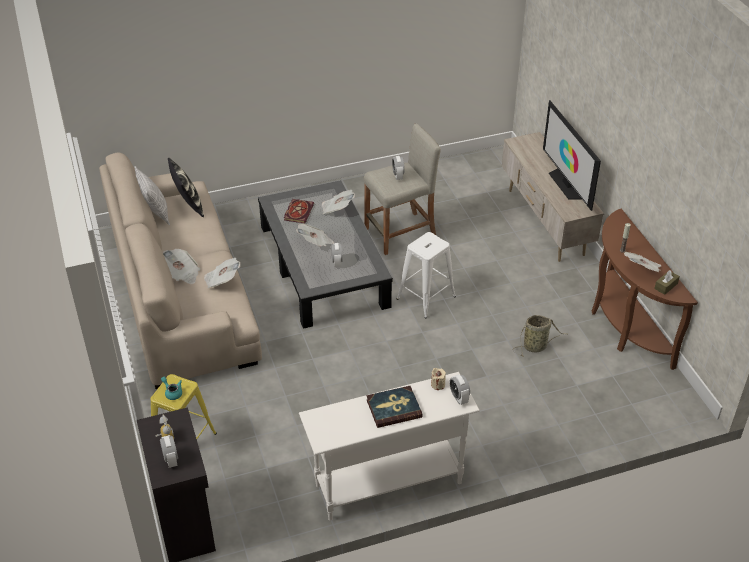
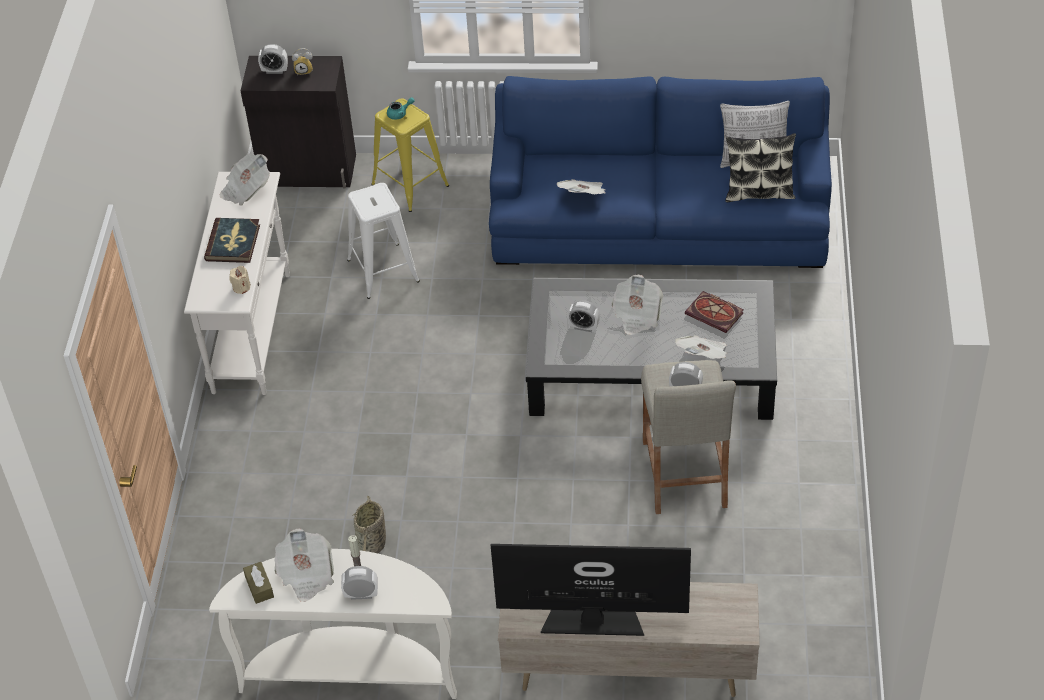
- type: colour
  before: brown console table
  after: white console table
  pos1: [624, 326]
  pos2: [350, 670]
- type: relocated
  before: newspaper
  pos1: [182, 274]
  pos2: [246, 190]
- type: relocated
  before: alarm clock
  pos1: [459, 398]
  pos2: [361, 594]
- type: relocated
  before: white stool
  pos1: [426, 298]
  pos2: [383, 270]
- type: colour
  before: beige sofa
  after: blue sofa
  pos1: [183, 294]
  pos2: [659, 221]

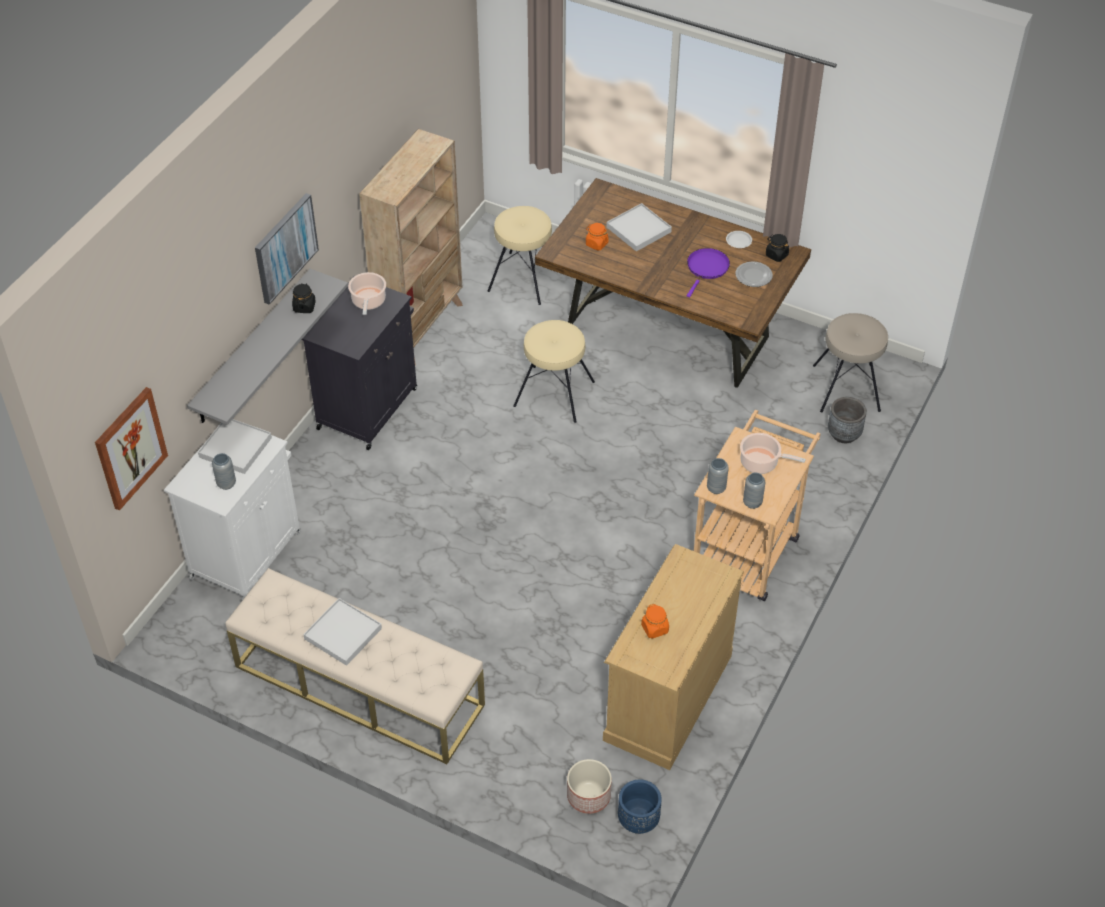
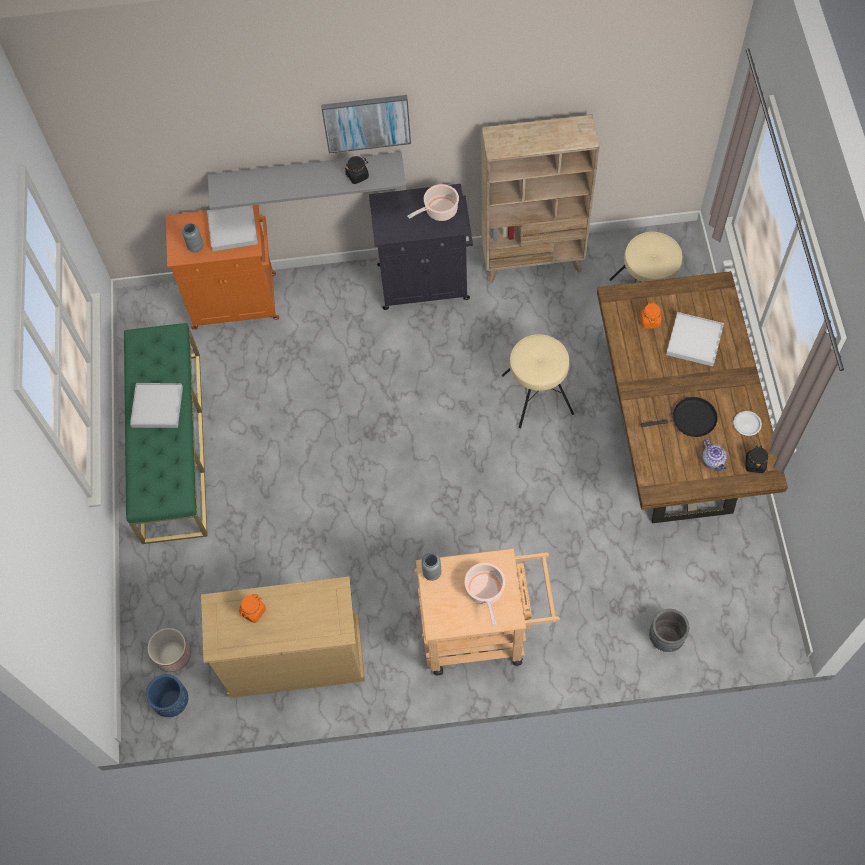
- type: colour
  before: beige bench
  after: green bench
  pos1: [358, 685]
  pos2: [171, 445]
- type: colour
  before: white cabinet
  after: orange cabinet
  pos1: [247, 553]
  pos2: [237, 301]
- type: colour
  before: purple frying pan
  after: black frying pan
  pos1: [707, 268]
  pos2: [690, 419]
- type: exchanged
  before: plate
  after: teapot
  pos1: [754, 275]
  pos2: [713, 461]
- type: missing
  before: picture
  pos1: [130, 448]
- type: missing
  before: grey vase
  pos1: [752, 503]
- type: missing
  before: beige stool
  pos1: [847, 387]

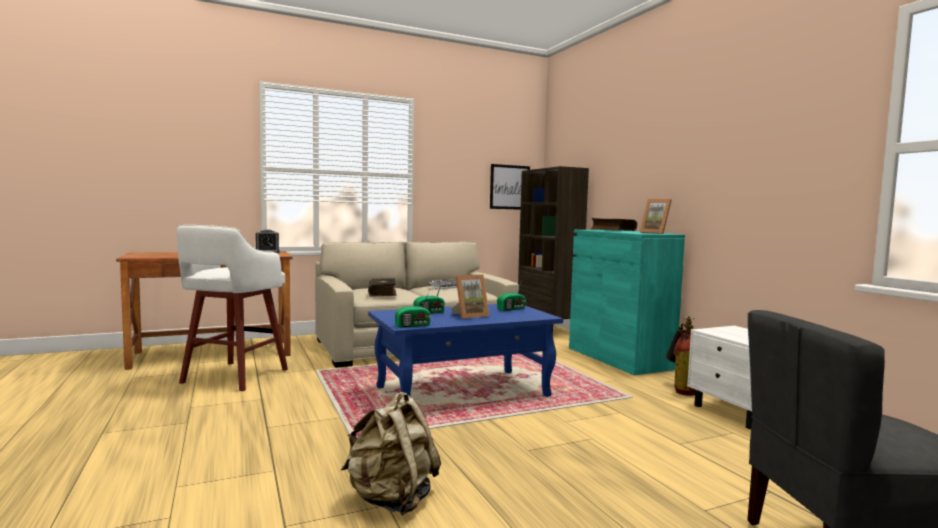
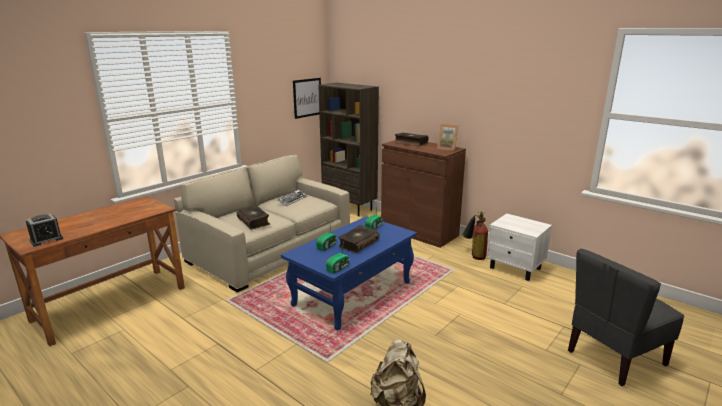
- type: relocated
  before: alarm clock
  pos1: [267, 252]
  pos2: [46, 240]
- type: exchanged
  before: picture frame
  after: book
  pos1: [469, 315]
  pos2: [358, 244]
- type: colour
  before: turquoise cabinet
  after: brown cabinet
  pos1: [619, 358]
  pos2: [419, 231]
- type: missing
  before: white stool
  pos1: [233, 377]

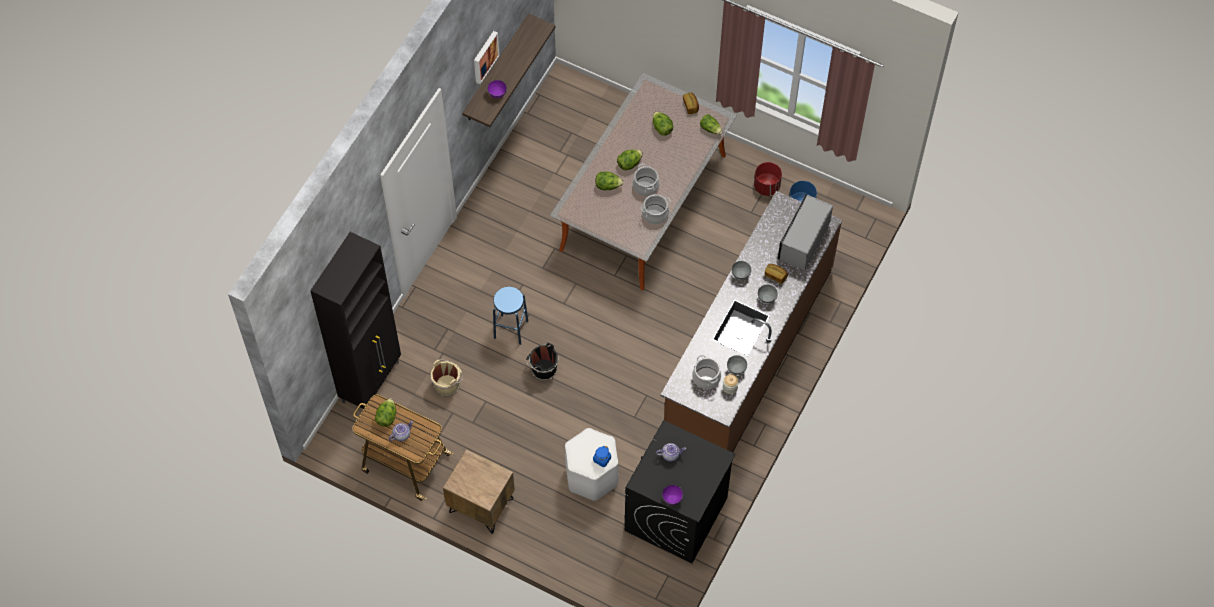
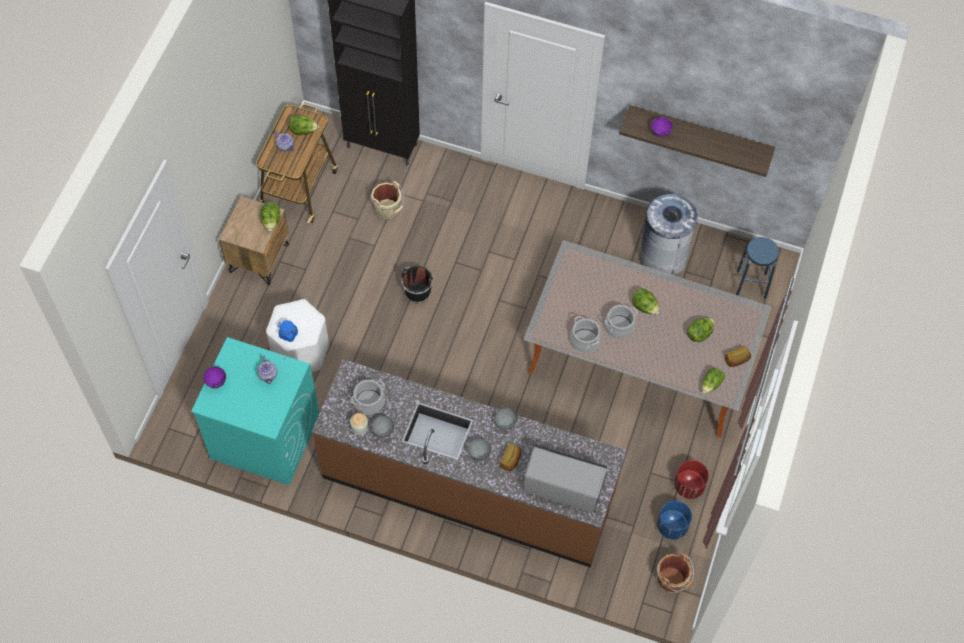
- type: colour
  before: black washing machine
  after: turquoise washing machine
  pos1: [676, 515]
  pos2: [264, 437]
- type: relocated
  before: lettuce
  pos1: [608, 186]
  pos2: [271, 222]
- type: appeared
  after: grey trash can
  pos2: [662, 257]
- type: appeared
  after: brown bucket
  pos2: [672, 580]
- type: relocated
  before: blue stool
  pos1: [511, 329]
  pos2: [751, 284]
- type: missing
  before: picture
  pos1: [484, 56]

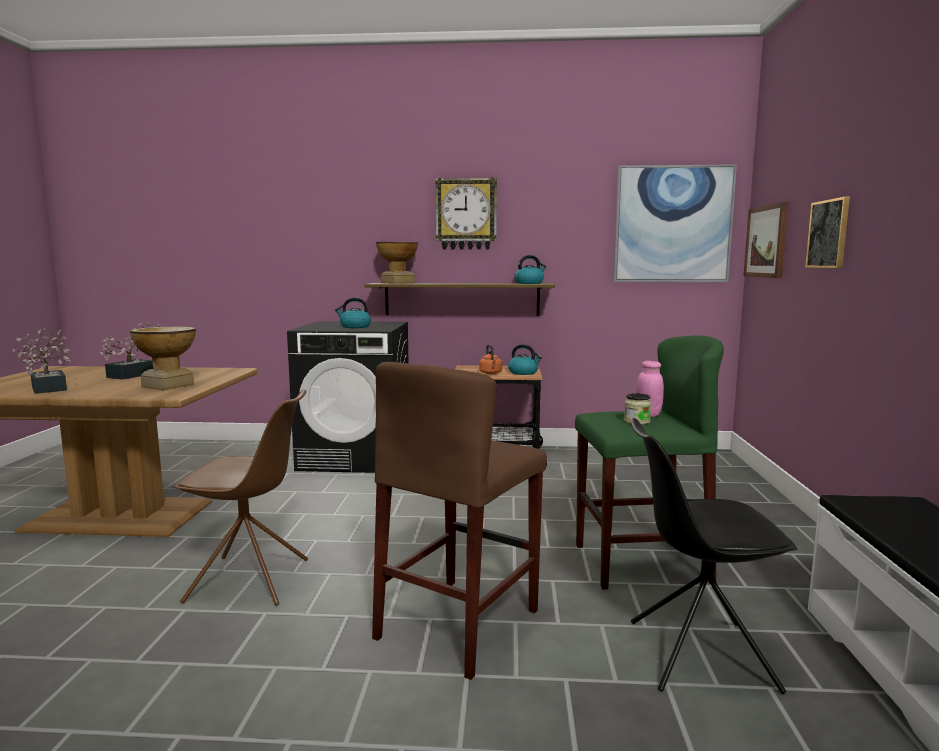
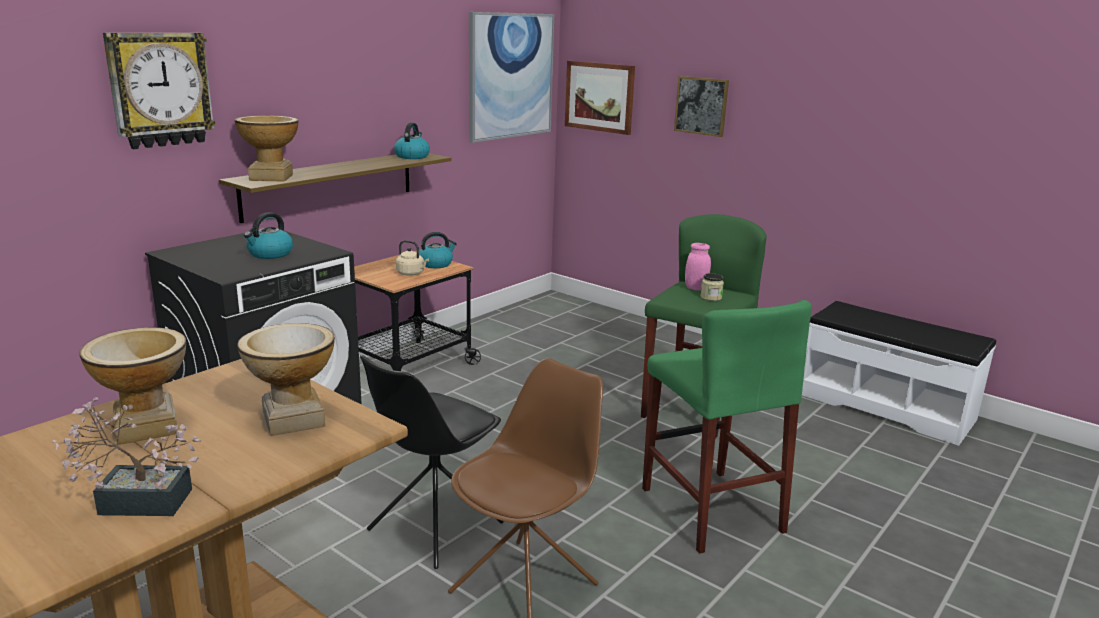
- type: exchanged
  before: potted plant
  after: vase
  pos1: [136, 374]
  pos2: [146, 427]
- type: relocated
  before: wall clock
  pos1: [466, 214]
  pos2: [160, 89]
- type: relocated
  before: black chair
  pos1: [697, 655]
  pos2: [433, 527]
- type: colour
  before: orange kettle
  after: beige kettle
  pos1: [491, 373]
  pos2: [411, 273]
- type: colour
  before: brown stool
  after: green stool
  pos1: [458, 624]
  pos2: [711, 509]

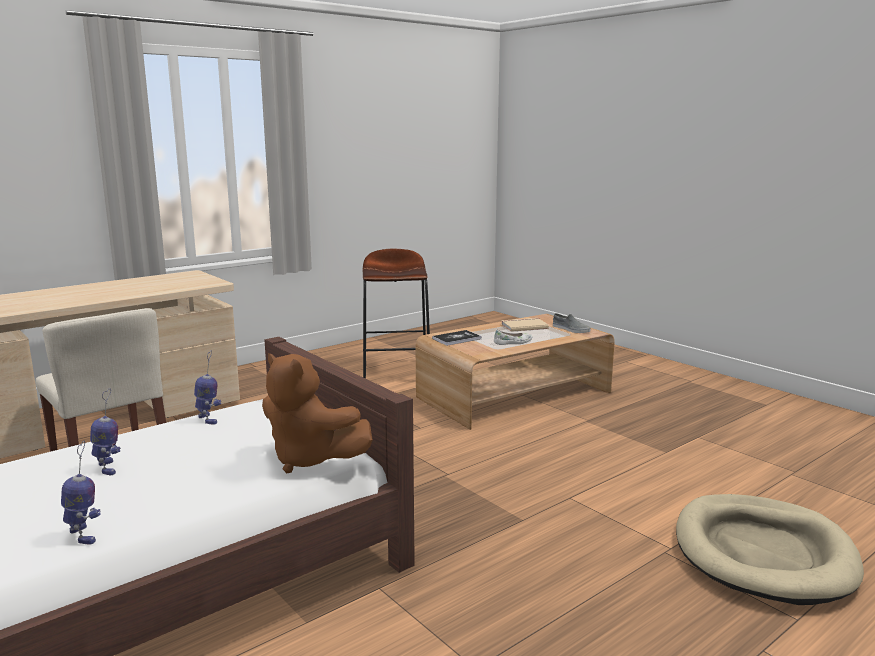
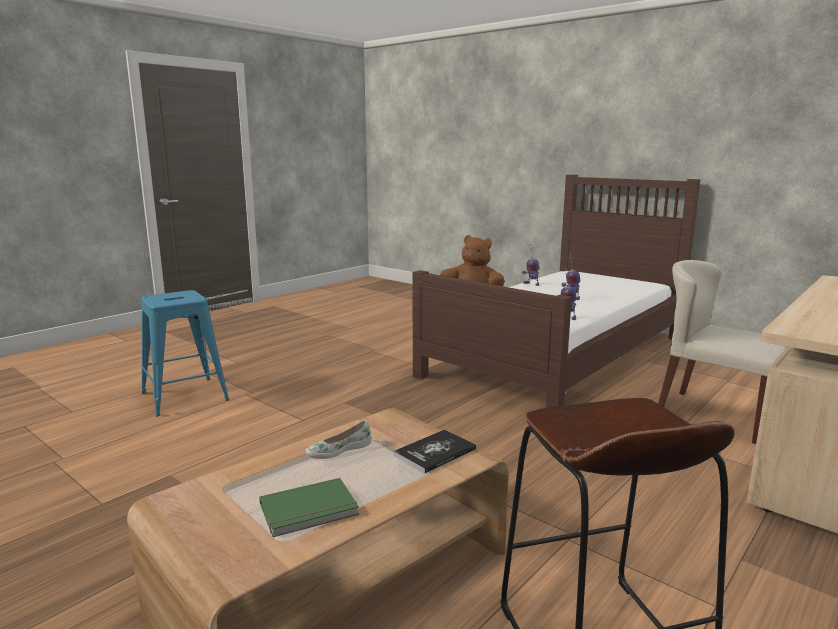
- type: exchanged
  before: beige dog bed
  after: blue stool
  pos1: [763, 553]
  pos2: [185, 396]
- type: colour
  before: beige book
  after: green book
  pos1: [523, 326]
  pos2: [310, 511]
- type: missing
  before: grey shoe
  pos1: [570, 329]

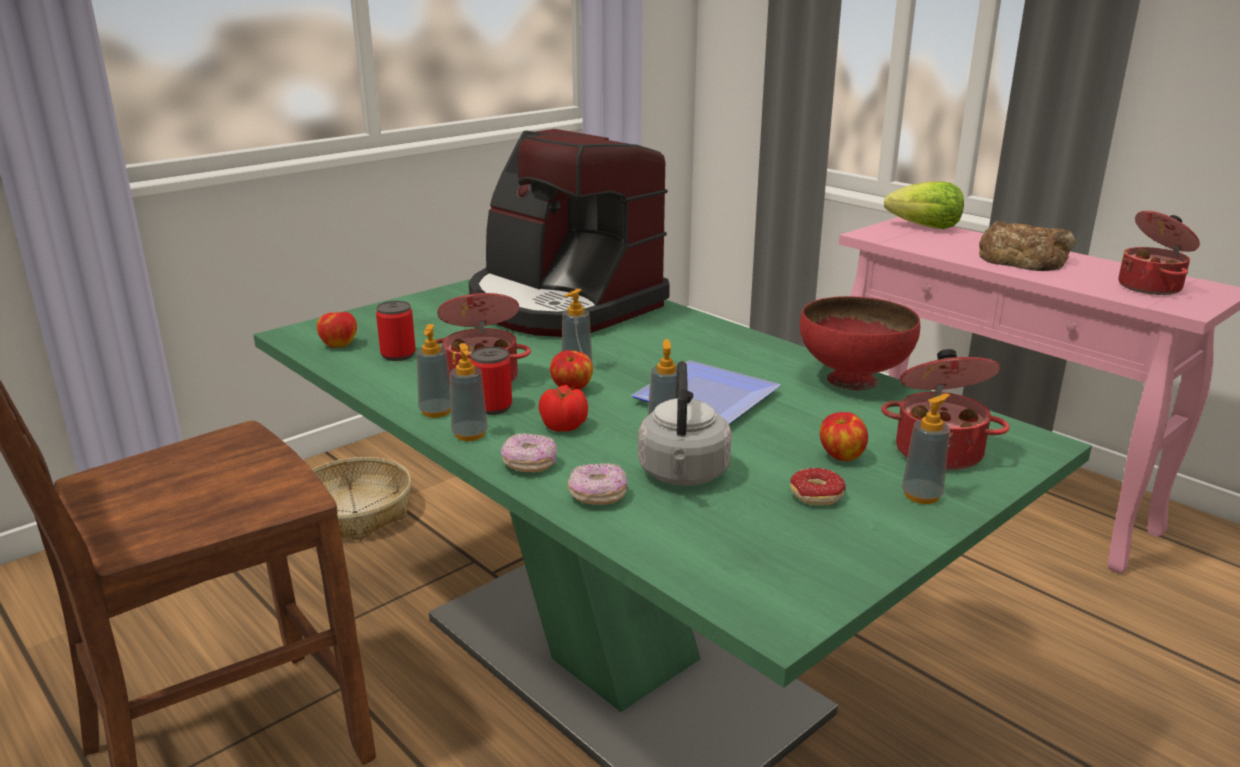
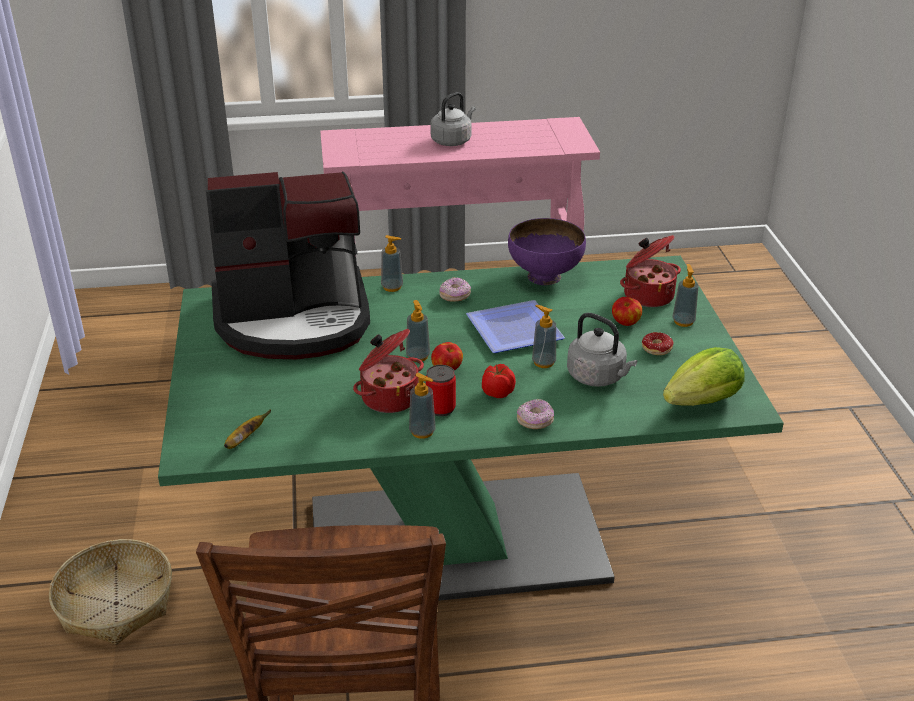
- type: exchanged
  before: apple
  after: banana
  pos1: [339, 345]
  pos2: [244, 439]
- type: relocated
  before: soap dispenser
  pos1: [470, 434]
  pos2: [392, 287]
- type: exchanged
  before: bread
  after: grey kettle
  pos1: [1023, 258]
  pos2: [452, 141]
- type: relocated
  before: donut
  pos1: [597, 496]
  pos2: [455, 296]
- type: colour
  before: red bowl
  after: purple bowl
  pos1: [853, 381]
  pos2: [545, 277]
- type: relocated
  before: lettuce
  pos1: [925, 227]
  pos2: [703, 401]
- type: missing
  before: can
  pos1: [398, 355]
- type: missing
  before: cooking pot
  pos1: [1151, 287]

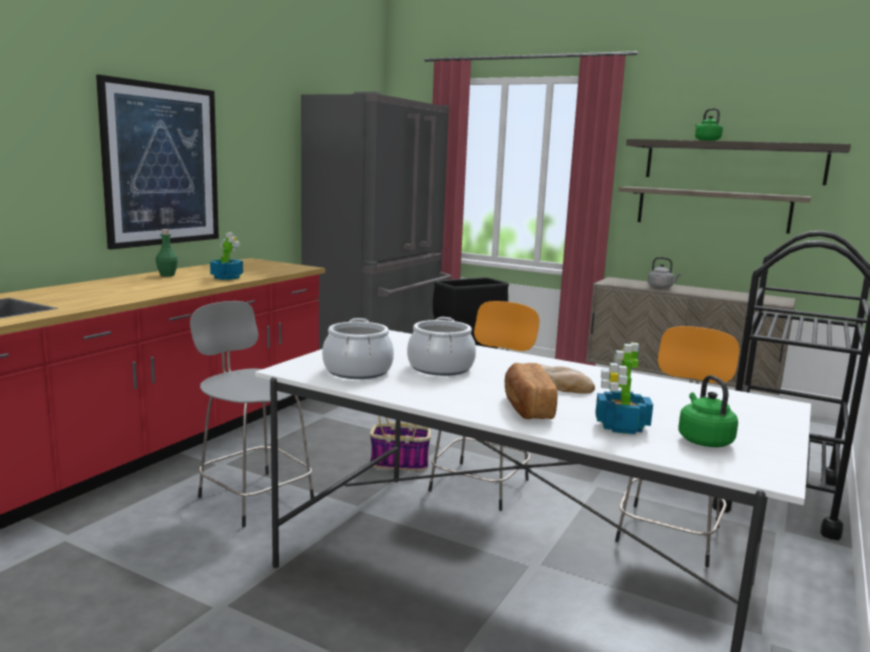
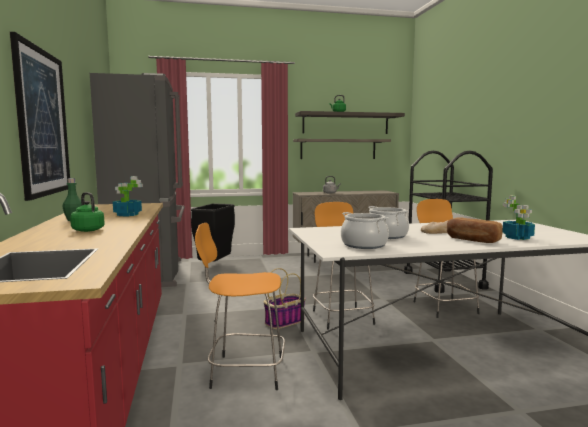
- type: relocated
  before: green kettle
  pos1: [703, 440]
  pos2: [87, 230]
- type: colour
  before: grey stool
  after: orange stool
  pos1: [254, 496]
  pos2: [244, 372]

